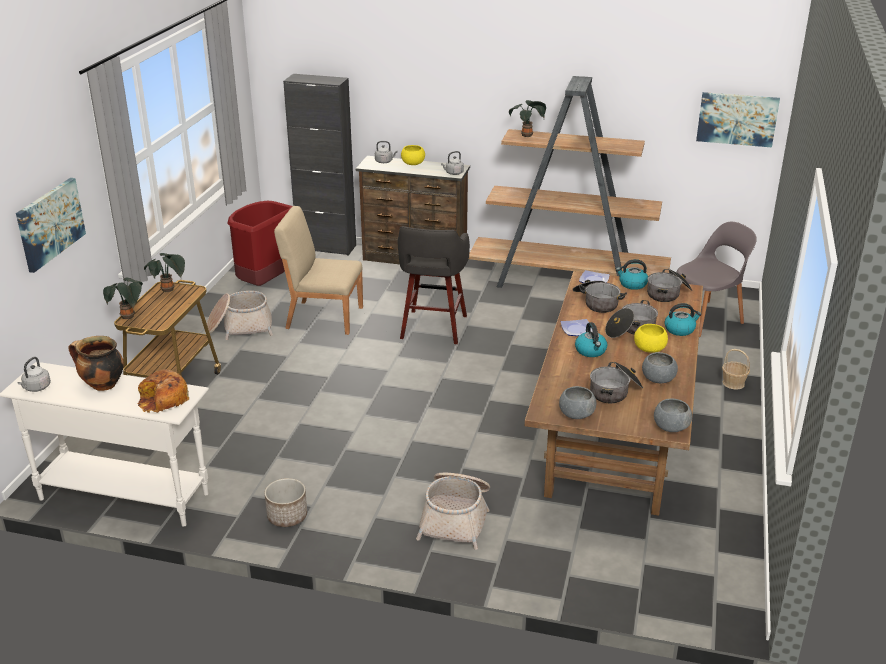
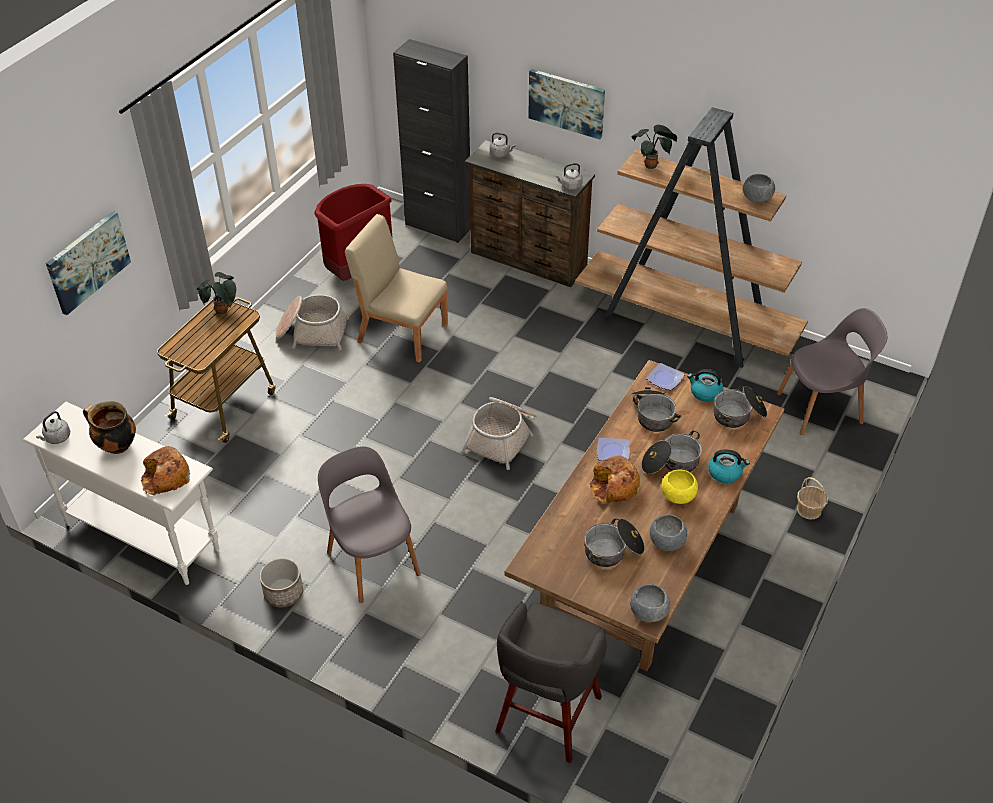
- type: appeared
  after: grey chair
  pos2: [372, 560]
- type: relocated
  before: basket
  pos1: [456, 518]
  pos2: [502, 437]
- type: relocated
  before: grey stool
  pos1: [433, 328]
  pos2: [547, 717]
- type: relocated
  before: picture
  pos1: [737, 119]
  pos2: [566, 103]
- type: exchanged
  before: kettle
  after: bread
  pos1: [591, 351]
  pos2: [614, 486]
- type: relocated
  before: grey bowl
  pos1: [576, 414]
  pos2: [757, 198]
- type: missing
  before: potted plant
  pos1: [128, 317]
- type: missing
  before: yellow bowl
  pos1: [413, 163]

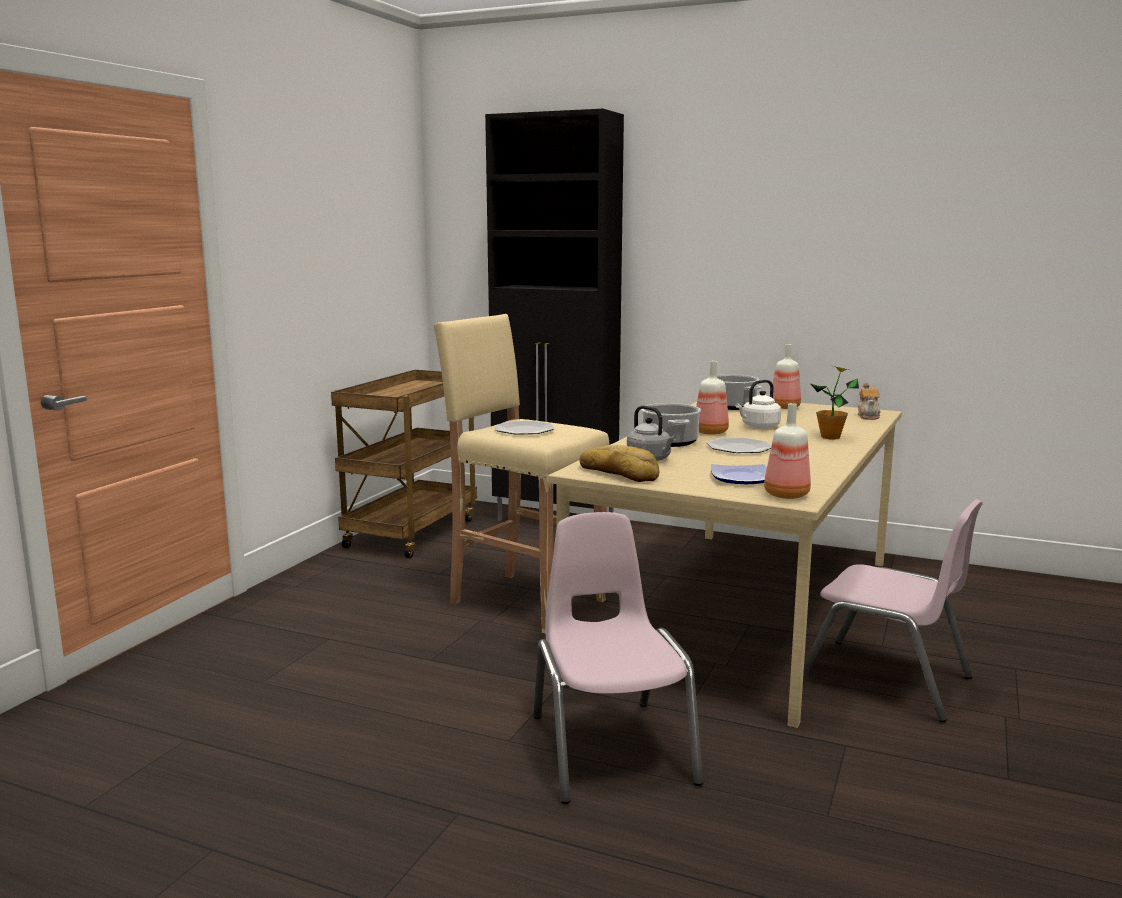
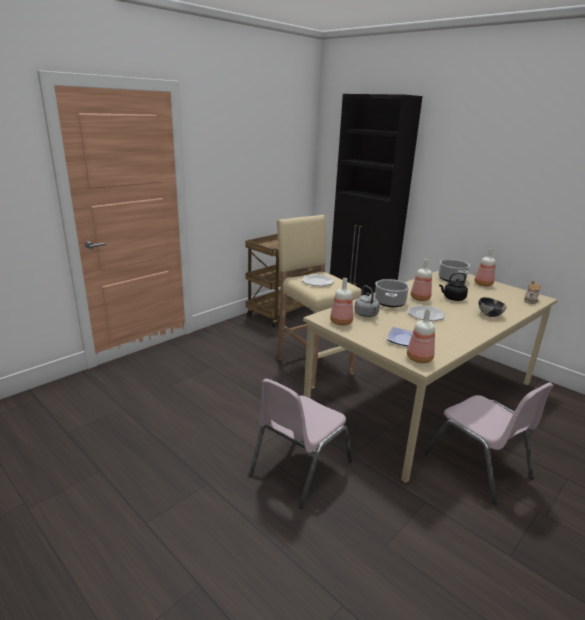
- type: spun
  before: pink chair
  pos1: [611, 748]
  pos2: [300, 467]
  turn: -150
- type: exchanged
  before: bread
  after: bottle
  pos1: [619, 473]
  pos2: [340, 322]
- type: colour
  before: white kettle
  after: black kettle
  pos1: [758, 427]
  pos2: [452, 298]
- type: exchanged
  before: potted plant
  after: bowl
  pos1: [830, 437]
  pos2: [489, 315]

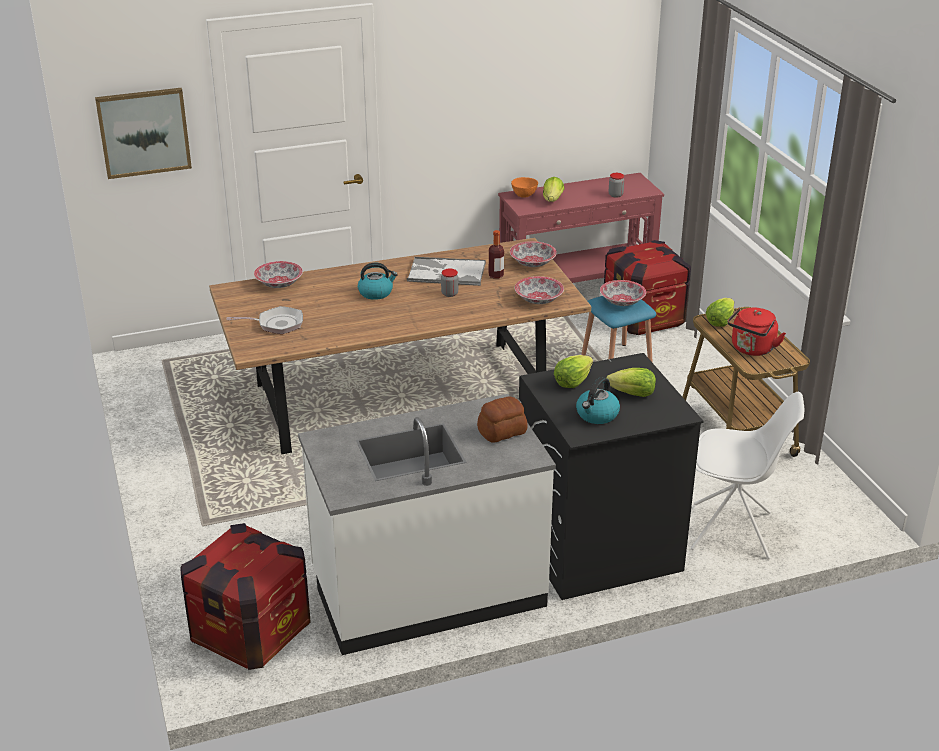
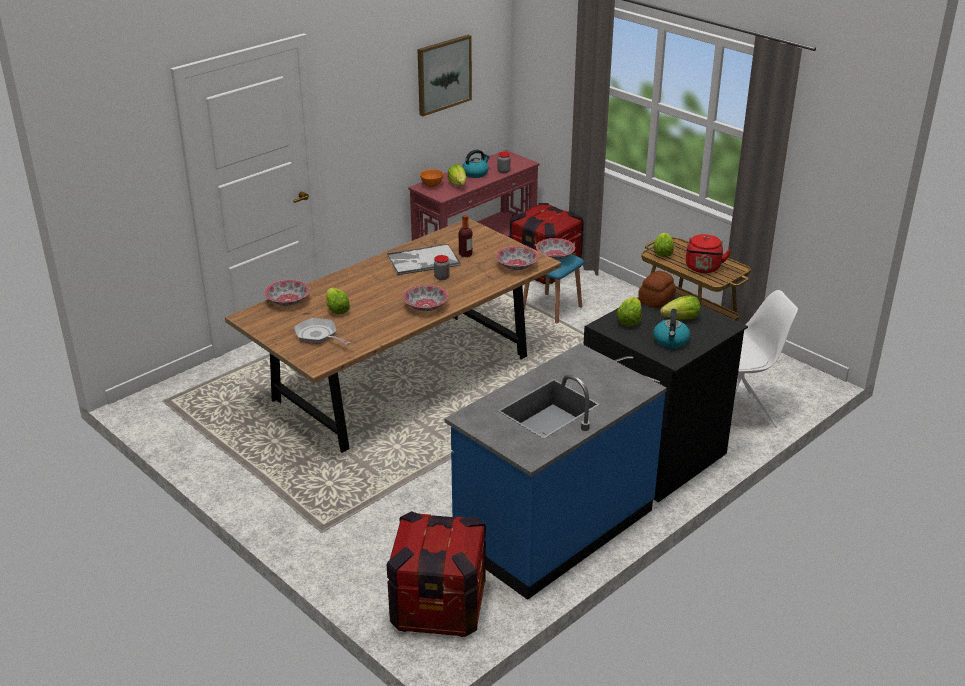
- type: spun
  before: frying pan
  pos1: [276, 324]
  pos2: [318, 336]
  turn: -105
- type: appeared
  after: lettuce
  pos2: [337, 310]
- type: relocated
  before: bowl
  pos1: [533, 263]
  pos2: [426, 306]
- type: relocated
  before: picture
  pos1: [144, 132]
  pos2: [443, 74]
- type: colour
  before: white counter
  after: blue counter
  pos1: [427, 590]
  pos2: [552, 526]
- type: relocated
  before: kettle
  pos1: [376, 293]
  pos2: [475, 173]
- type: relocated
  before: bread
  pos1: [503, 432]
  pos2: [657, 299]

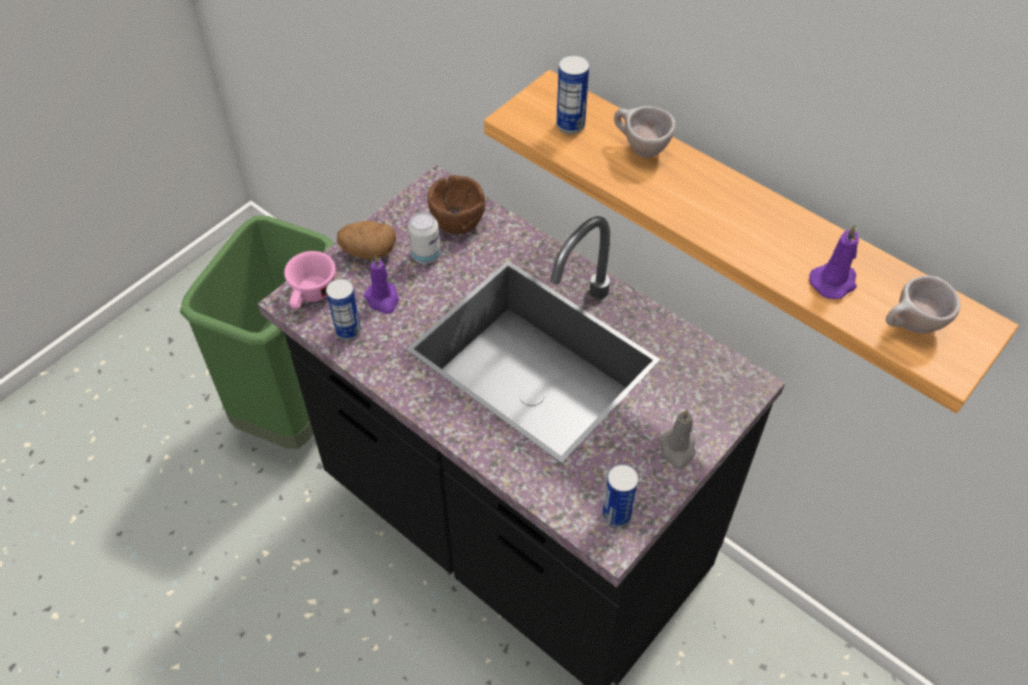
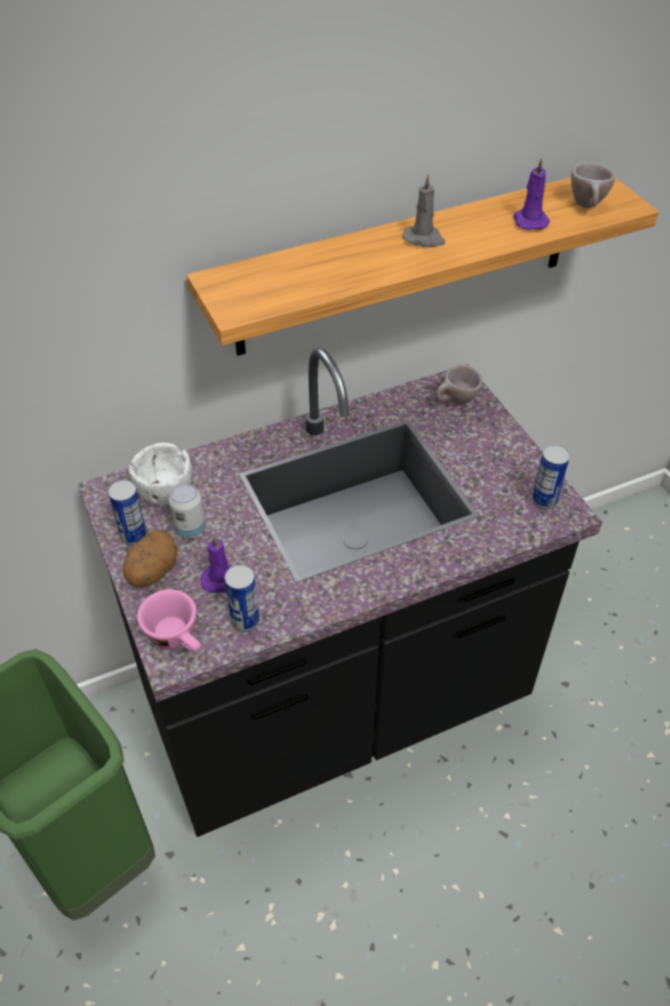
- type: relocated
  before: can
  pos1: [570, 125]
  pos2: [133, 536]
- type: colour
  before: brown bowl
  after: white bowl
  pos1: [457, 221]
  pos2: [165, 492]
- type: relocated
  before: grey candle
  pos1: [677, 450]
  pos2: [424, 239]
- type: relocated
  before: beige cup
  pos1: [639, 149]
  pos2: [455, 402]

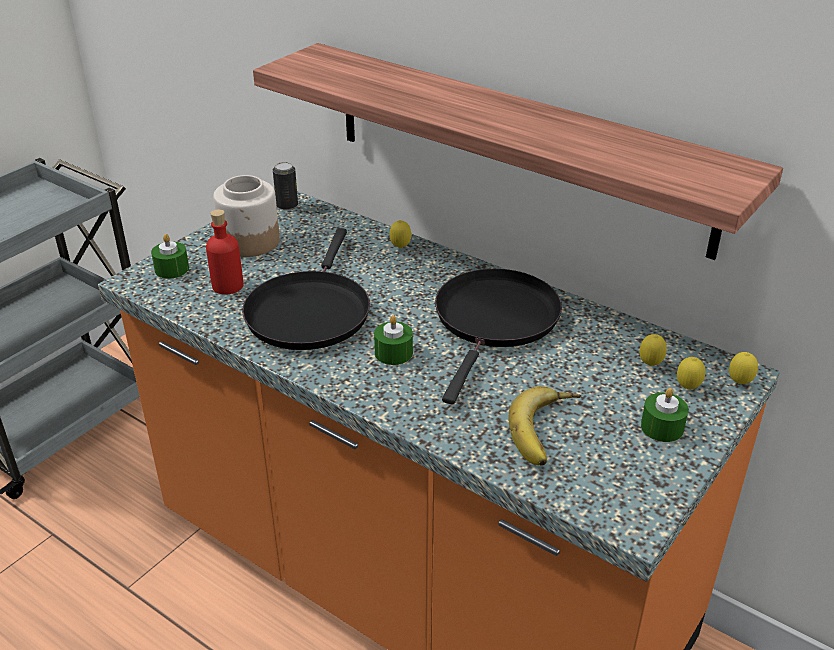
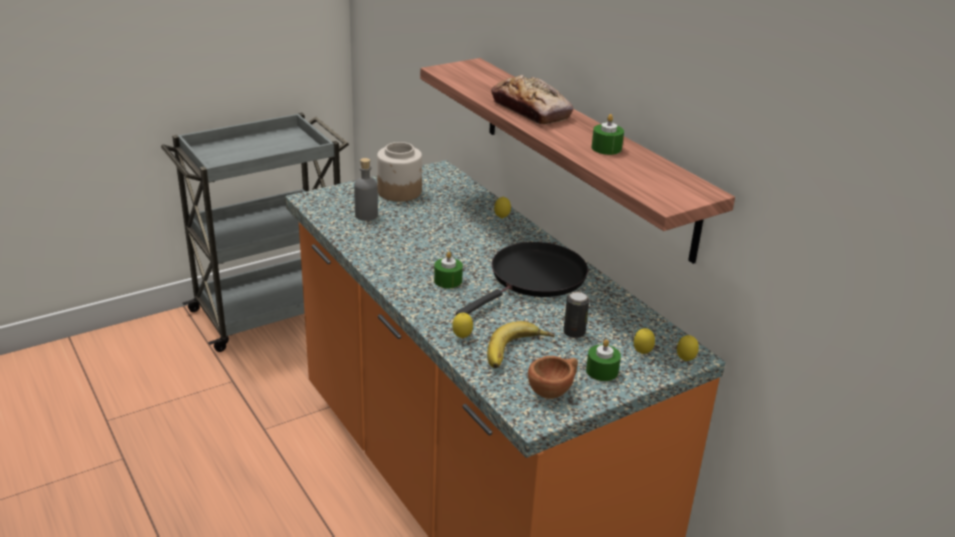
- type: colour
  before: red bottle
  after: grey bottle
  pos1: [227, 286]
  pos2: [366, 215]
- type: relocated
  before: lemon
  pos1: [650, 365]
  pos2: [462, 337]
- type: appeared
  after: bread
  pos2: [531, 110]
- type: appeared
  after: brown cup
  pos2: [554, 390]
- type: relocated
  before: can
  pos1: [287, 205]
  pos2: [574, 333]
- type: relocated
  before: green candle
  pos1: [172, 269]
  pos2: [606, 148]
- type: missing
  before: black frying pan
  pos1: [309, 311]

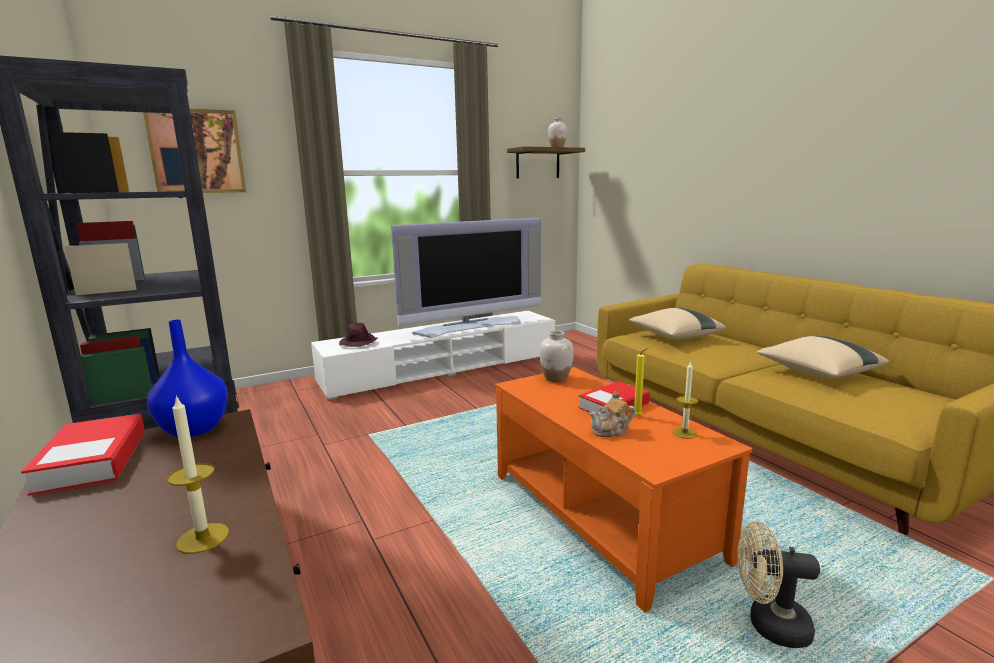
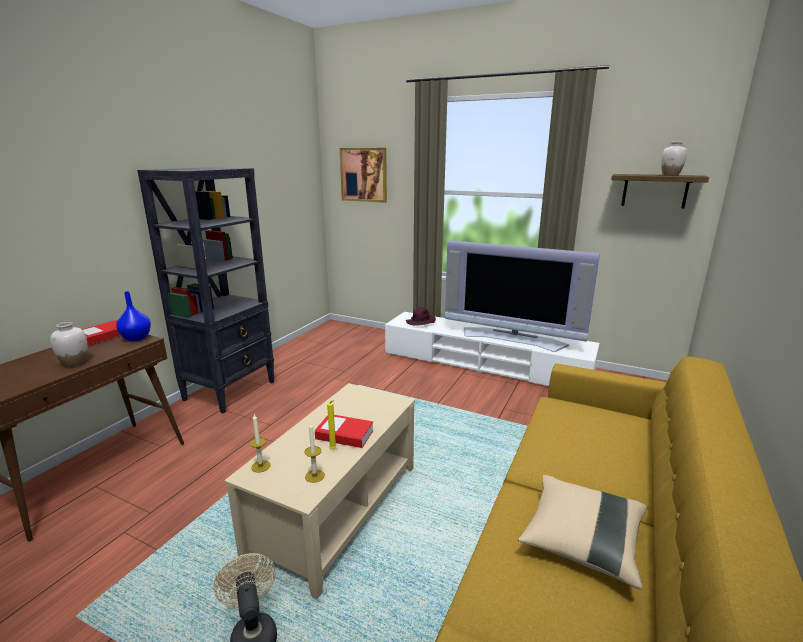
- type: relocated
  before: white vase
  pos1: [556, 378]
  pos2: [75, 363]
- type: colour
  before: orange coffee table
  after: beige coffee table
  pos1: [601, 515]
  pos2: [337, 509]
- type: relocated
  before: candle
  pos1: [203, 538]
  pos2: [260, 466]
- type: missing
  before: teapot
  pos1: [612, 431]
- type: missing
  before: beige pillow
  pos1: [674, 337]

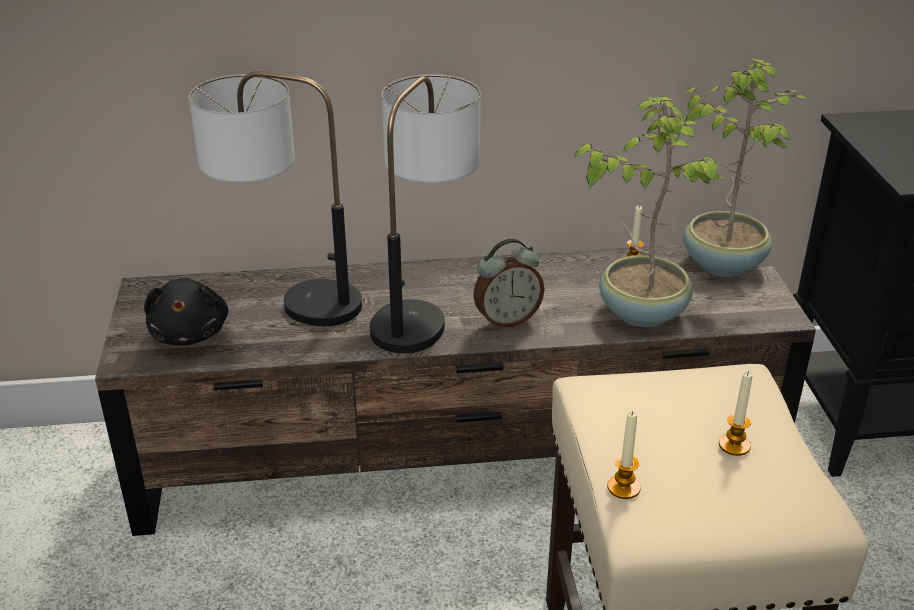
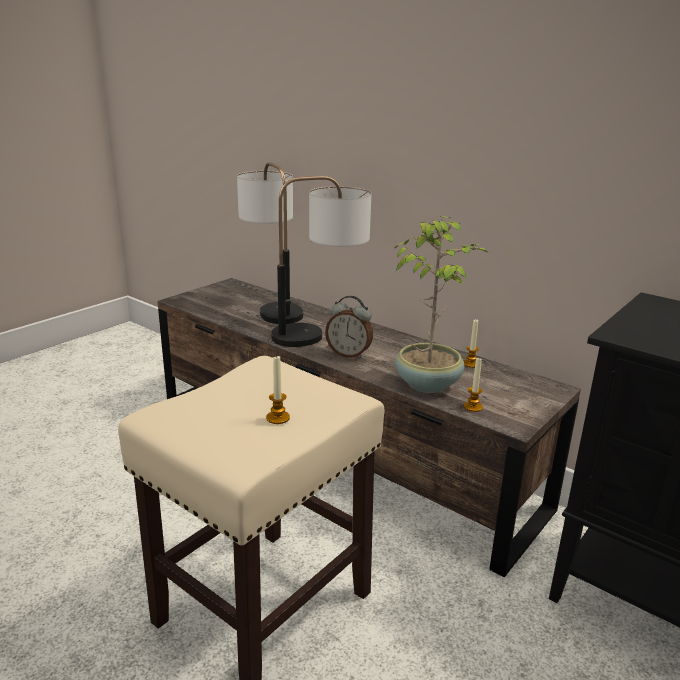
- type: relocated
  before: candle
  pos1: [623, 487]
  pos2: [473, 407]
- type: missing
  before: black plush toy
  pos1: [190, 333]
- type: missing
  before: potted plant
  pos1: [723, 263]

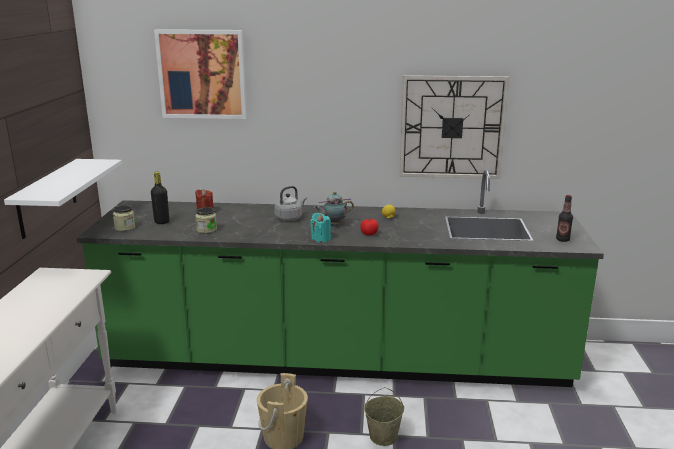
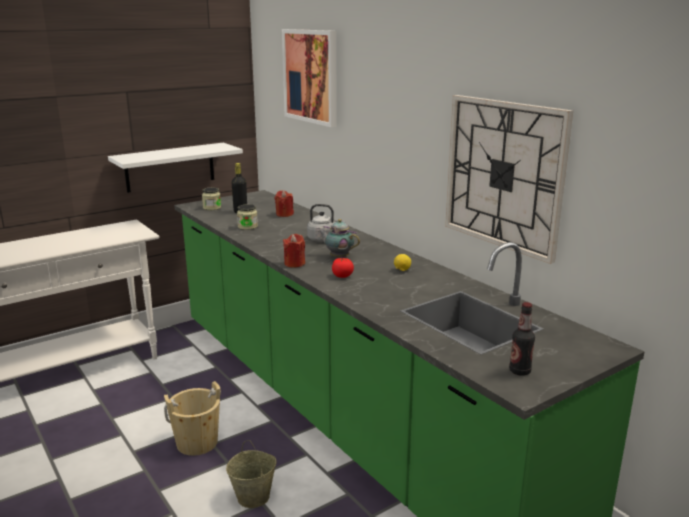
- type: colour
  before: turquoise candle
  after: red candle
  pos1: [320, 239]
  pos2: [294, 264]

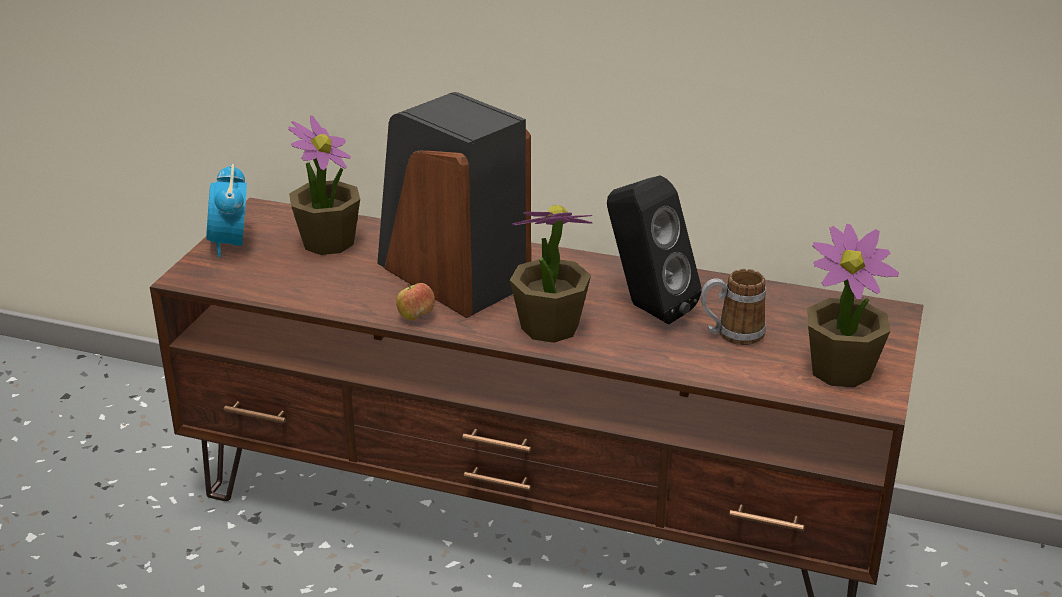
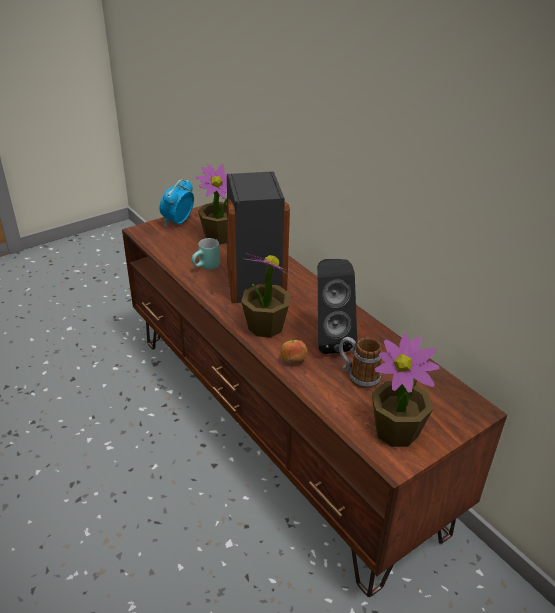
- type: appeared
  after: turquoise mug
  pos2: [207, 267]
- type: relocated
  before: apple
  pos1: [416, 317]
  pos2: [293, 360]

